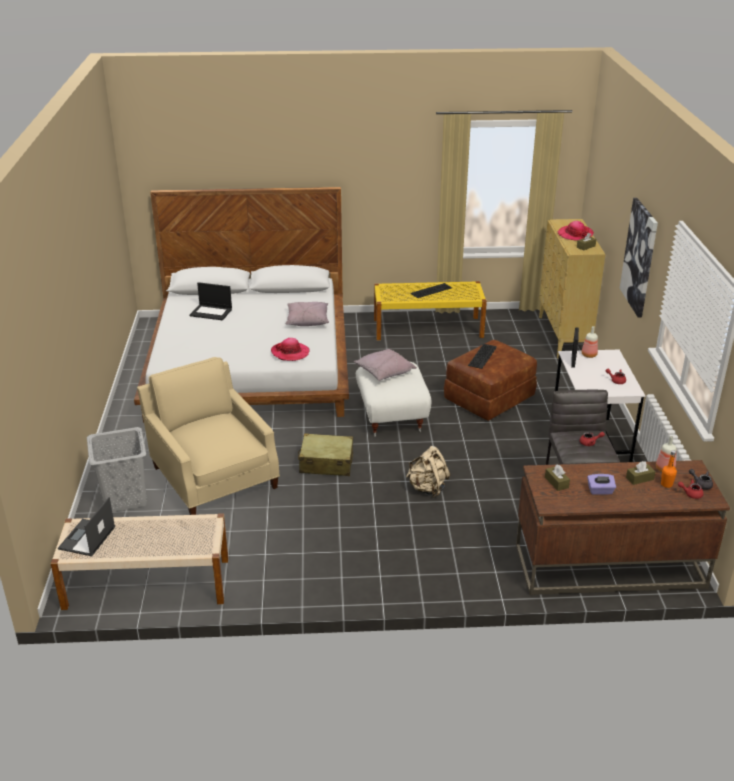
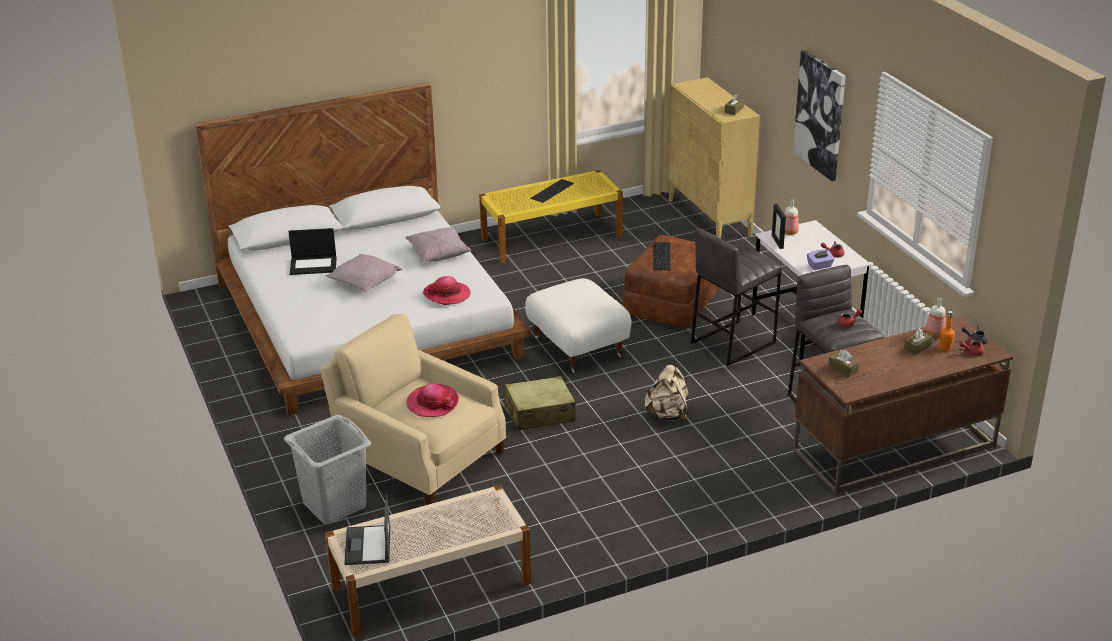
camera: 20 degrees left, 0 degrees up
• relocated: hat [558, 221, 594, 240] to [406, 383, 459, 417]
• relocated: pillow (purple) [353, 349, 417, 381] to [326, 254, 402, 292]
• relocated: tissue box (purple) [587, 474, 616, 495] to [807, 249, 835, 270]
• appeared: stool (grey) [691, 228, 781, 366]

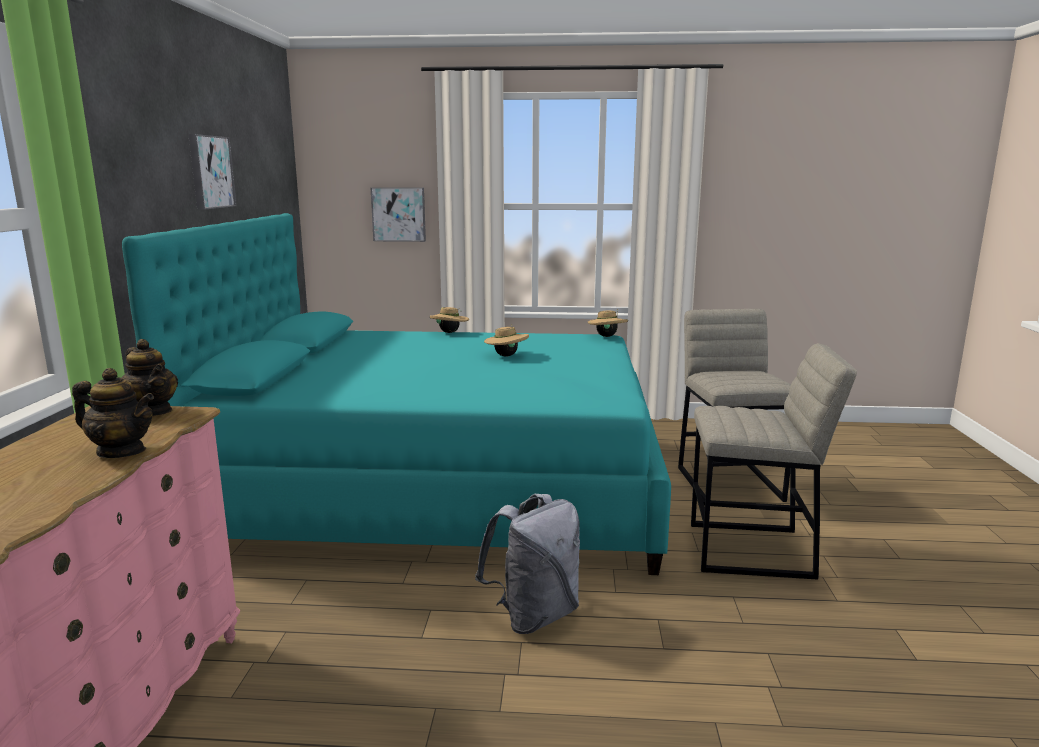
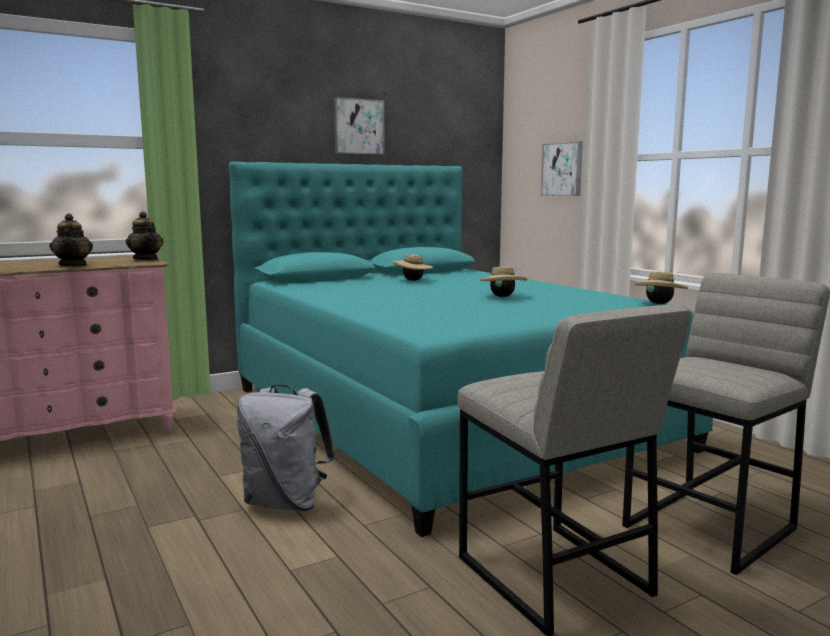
camera: 55 degrees right, 5 degrees down
• relocated: hat (beige) [430, 307, 469, 333] to [393, 254, 433, 281]
• spun: teapot [121, 339, 178, 416] = [126, 211, 163, 260] 45 degrees counterclockwise

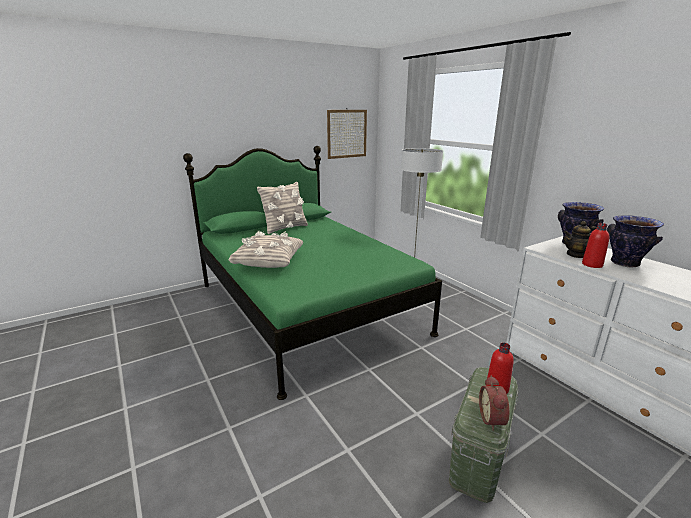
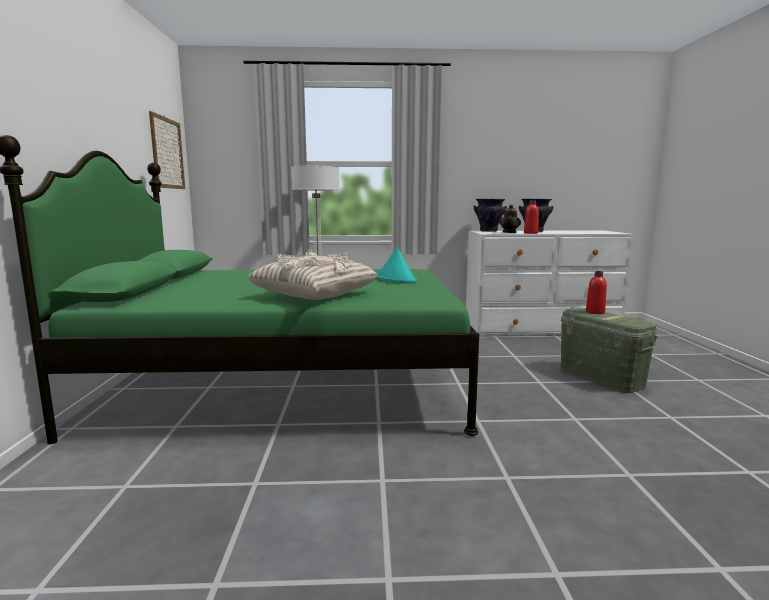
camera: 60 degrees left, 10 degrees down
• missing: pillow (beige) [257, 182, 308, 234]
• missing: alarm clock [479, 376, 509, 431]
• appeared: hat (turquoise) [377, 247, 417, 283]

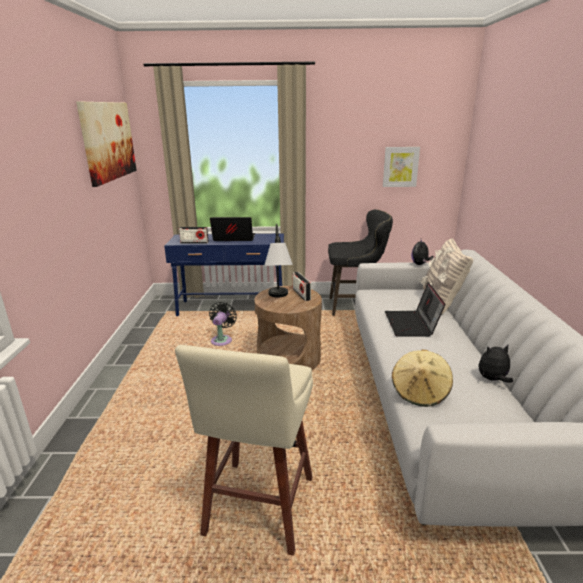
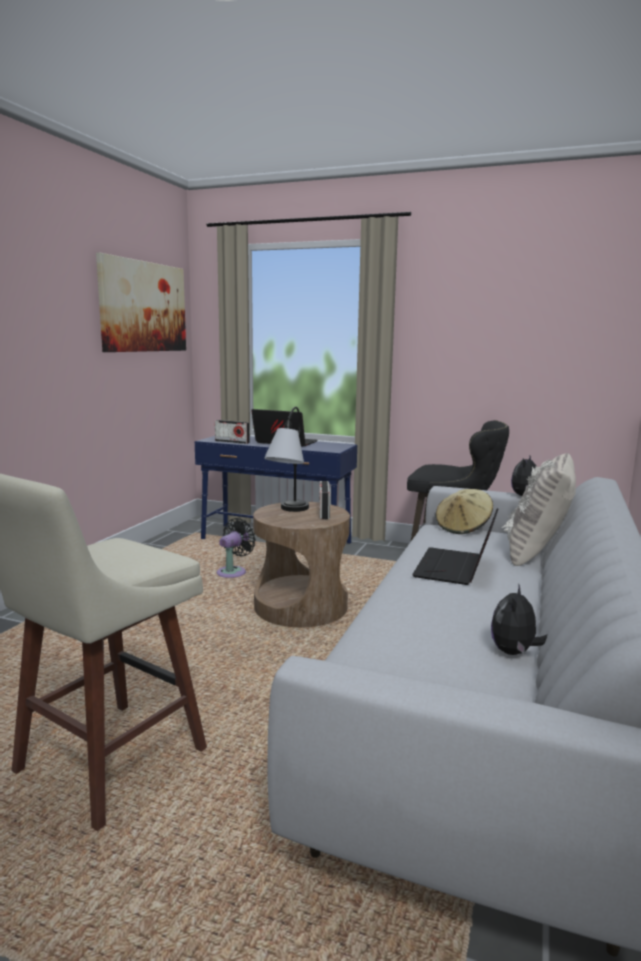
camera: 20 degrees right, 10 degrees down
• missing: picture [383, 147, 420, 187]
• spun: plush toy [479, 345, 513, 383] = [491, 583, 548, 655] 75 degrees counterclockwise
• relocated: hat (beige) [392, 349, 453, 407] to [436, 489, 493, 534]

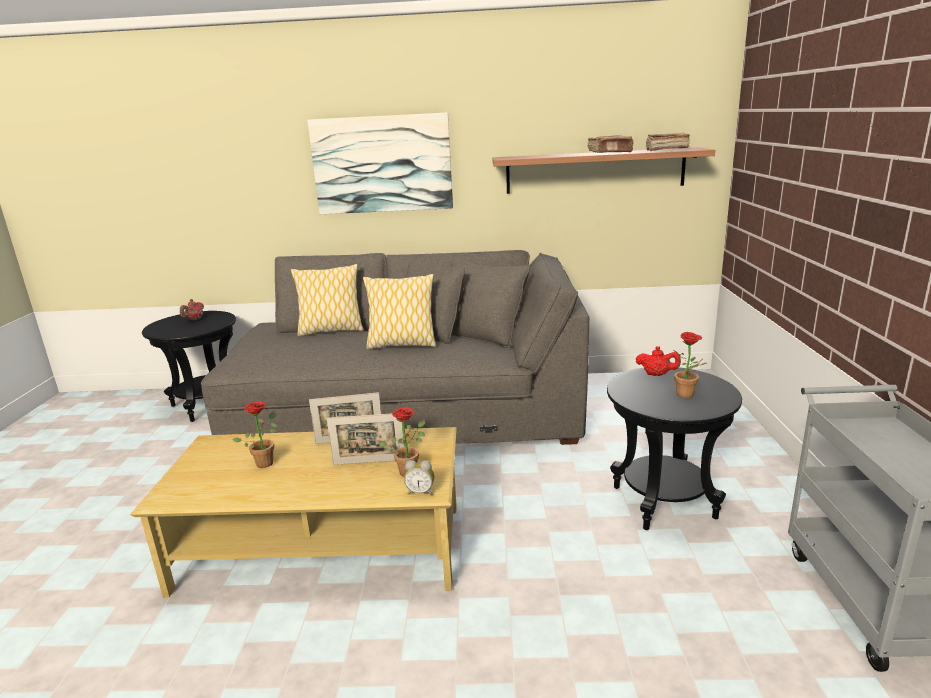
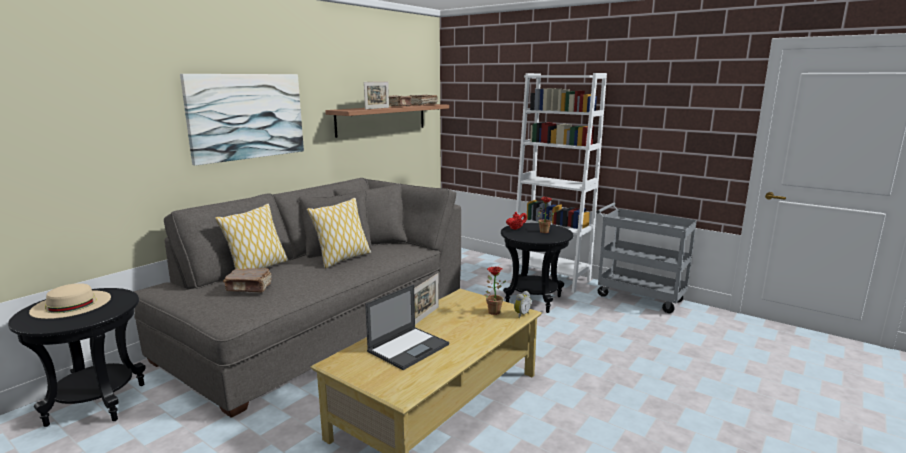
camera: 55 degrees left, 5 degrees down
• exchanged: teapot (red) [180, 299, 204, 320] to hat (beige) [29, 283, 111, 319]
• exchanged: potted plant [232, 402, 278, 468] to laptop [365, 284, 449, 370]
• relocated: picture frame [327, 413, 405, 465] to [364, 81, 389, 109]
• appeared: bookcase (white) [511, 73, 607, 293]
• appeared: book (brown) [223, 268, 271, 292]

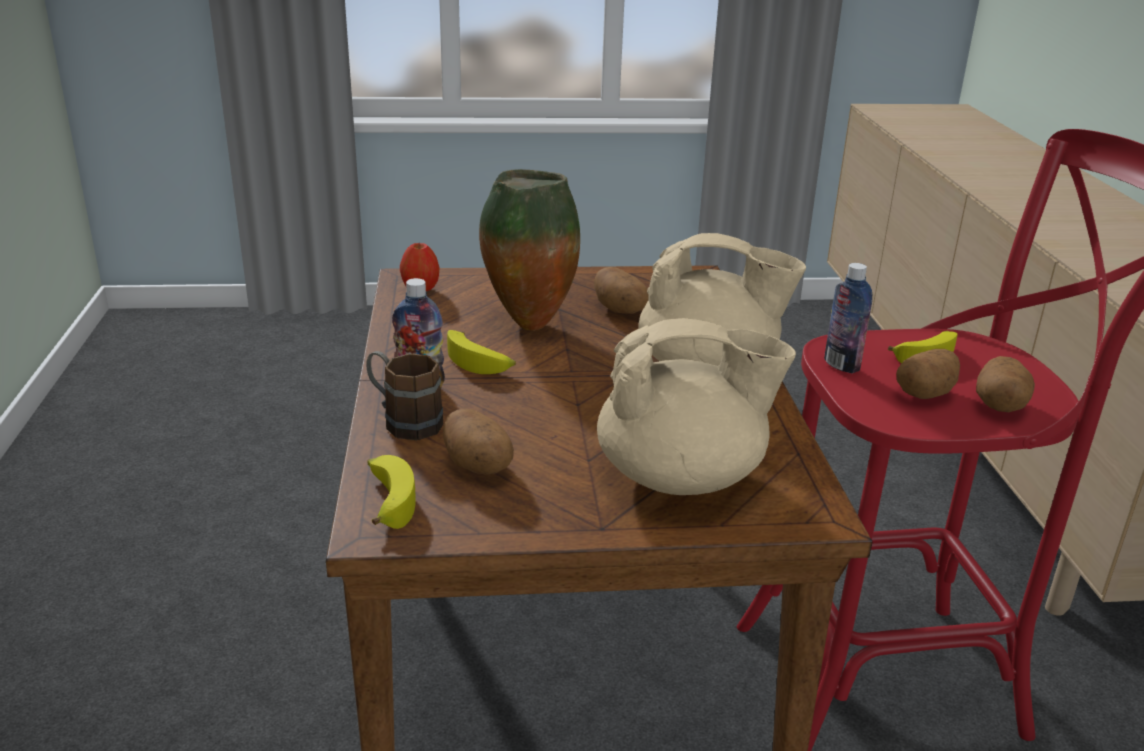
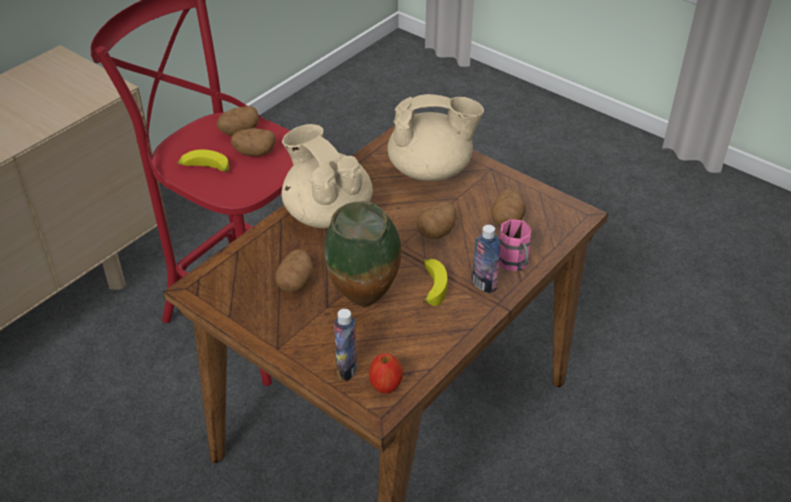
camera: 135 degrees left, 15 degrees up
• relocated: bottle [824, 263, 872, 373] to [334, 309, 357, 381]
• spun: teapot (beige) [597, 318, 796, 495] = [387, 94, 484, 181] 135 degrees clockwise
• colour: mug (brown) [366, 351, 443, 440] to mug (pink) [499, 219, 531, 271]
• missing: banana [367, 455, 416, 529]
• appeared: potato [417, 202, 456, 239]

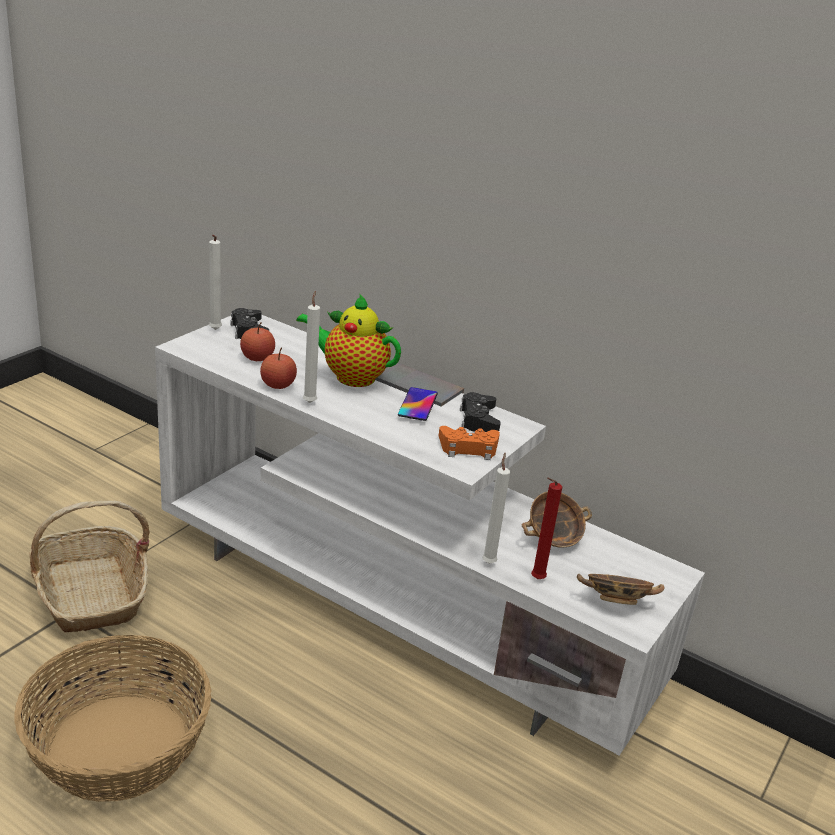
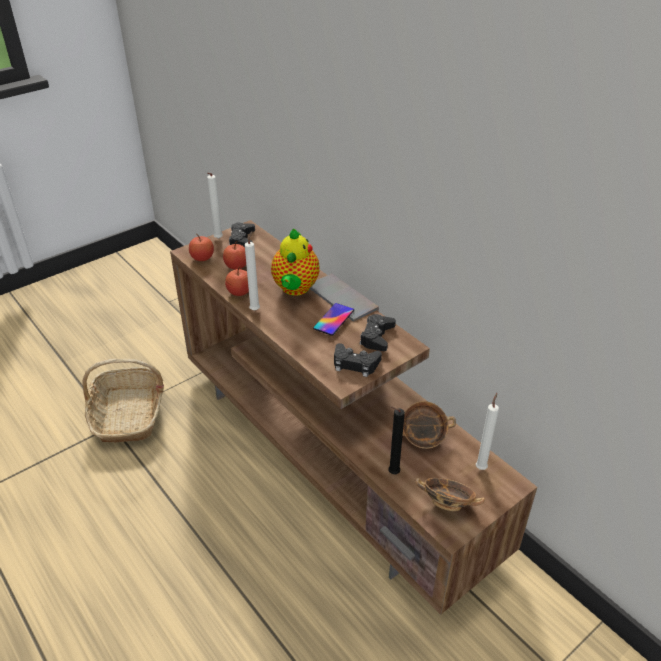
camera: 20 degrees right, 10 degrees up
• spun: teapot [296, 293, 401, 387] = [271, 229, 319, 296] 120 degrees counterclockwise
• colour: tv stand (white) [155, 315, 705, 755] to tv stand (brown) [170, 220, 537, 615]
• colour: game controller (orange) [439, 426, 500, 460] to game controller (black) [334, 343, 382, 377]
• relocated: candle (white) [482, 453, 510, 564] to [476, 393, 499, 470]
• colour: candle (red) [531, 478, 562, 579] to candle (black) [388, 406, 405, 474]
• missing: basket [14, 635, 212, 802]
• appeared: apple [189, 234, 214, 261]

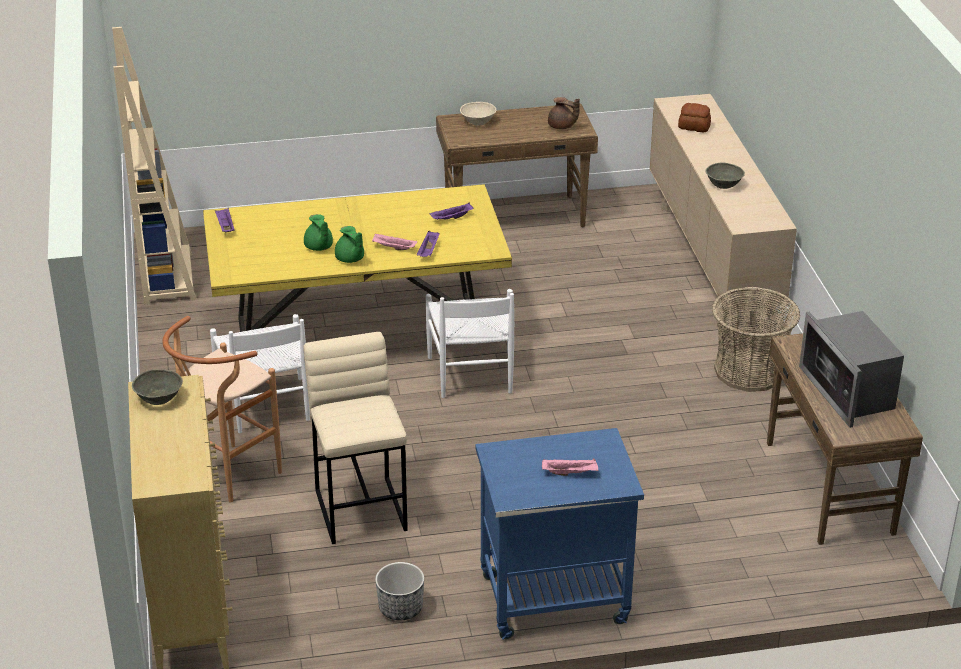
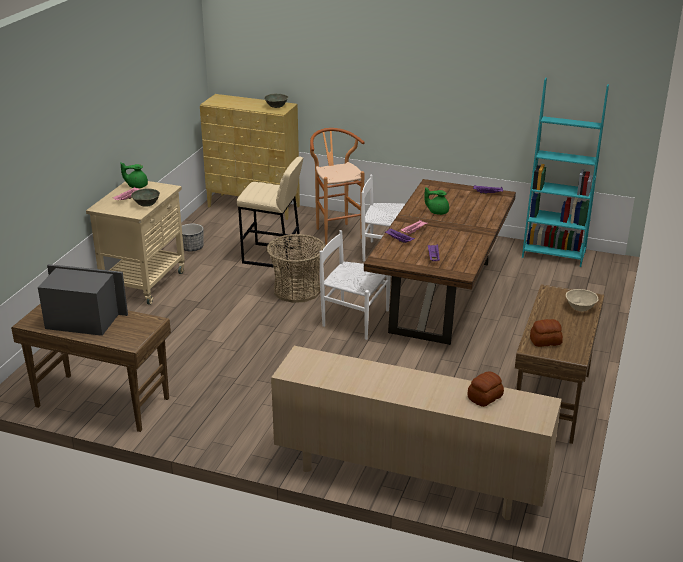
camera: 120 degrees right, 5 degrees down
• colour: bookcase (beige) [112, 27, 196, 305] to bookcase (turquoise) [522, 78, 609, 267]
• exchanged: teapot (brown) [548, 97, 580, 129] to bread [530, 319, 563, 347]
• relocated: bowl (grey) [706, 162, 745, 189] to [131, 188, 160, 206]
• colour: dining table (yellow) [203, 184, 512, 332] to dining table (brown) [364, 179, 516, 345]
• relocated: teapot (green) [335, 226, 364, 263] to [120, 162, 148, 188]
• relocated: basket [712, 287, 800, 392] to [267, 234, 325, 303]
• colour: cart (blue) [476, 428, 644, 640] to cart (beige) [86, 181, 185, 305]

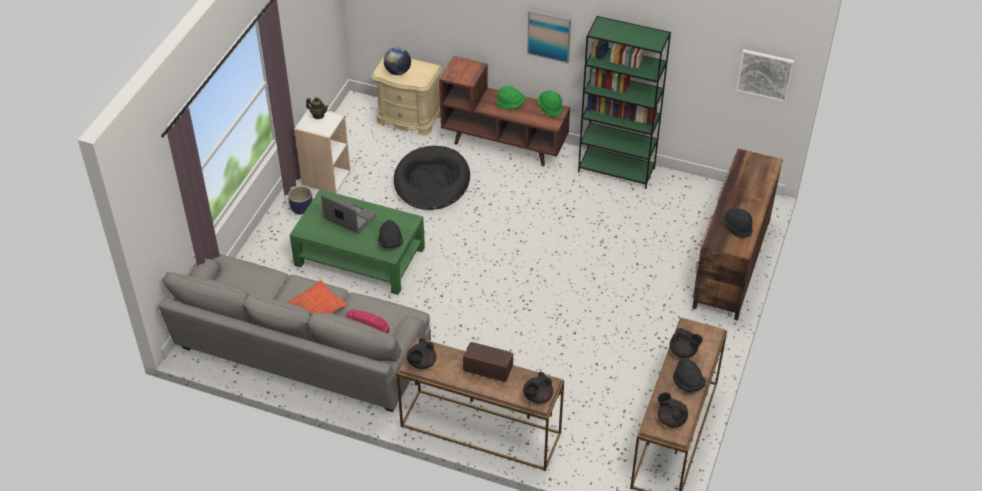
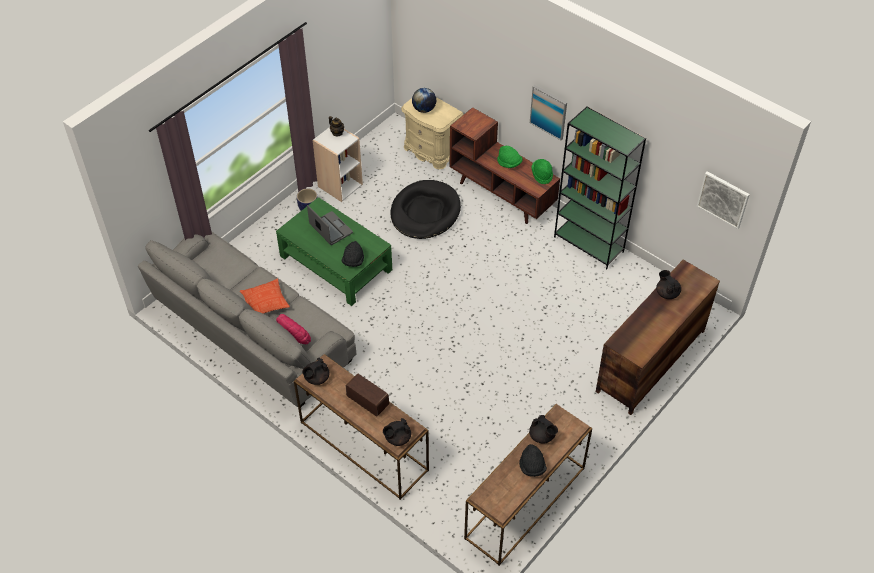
camera: 20 degrees right, 5 degrees up
• missing: hat (black) [723, 208, 753, 238]
• relocated: teapot (black) [658, 392, 688, 427] to [656, 270, 681, 299]

